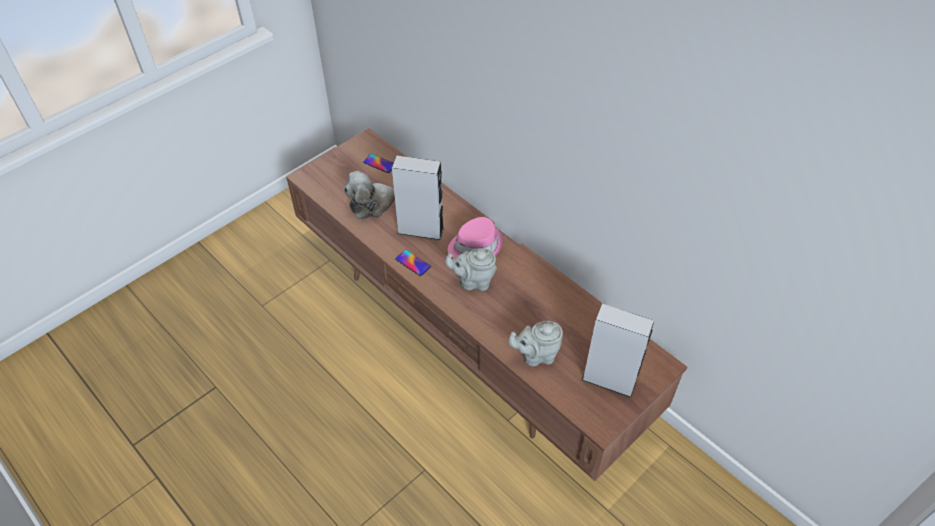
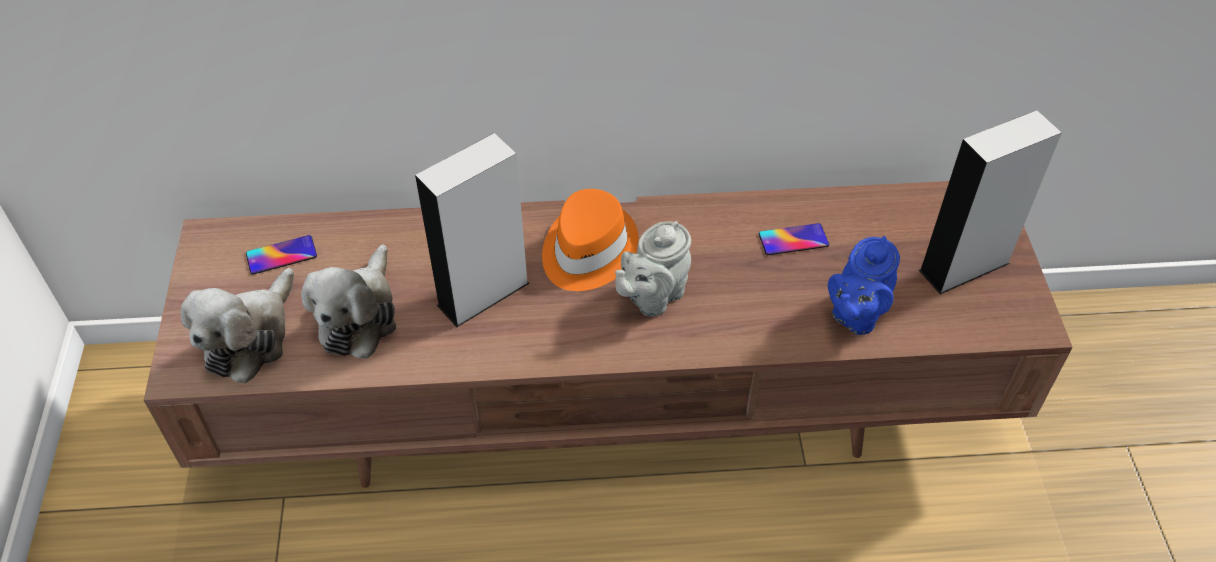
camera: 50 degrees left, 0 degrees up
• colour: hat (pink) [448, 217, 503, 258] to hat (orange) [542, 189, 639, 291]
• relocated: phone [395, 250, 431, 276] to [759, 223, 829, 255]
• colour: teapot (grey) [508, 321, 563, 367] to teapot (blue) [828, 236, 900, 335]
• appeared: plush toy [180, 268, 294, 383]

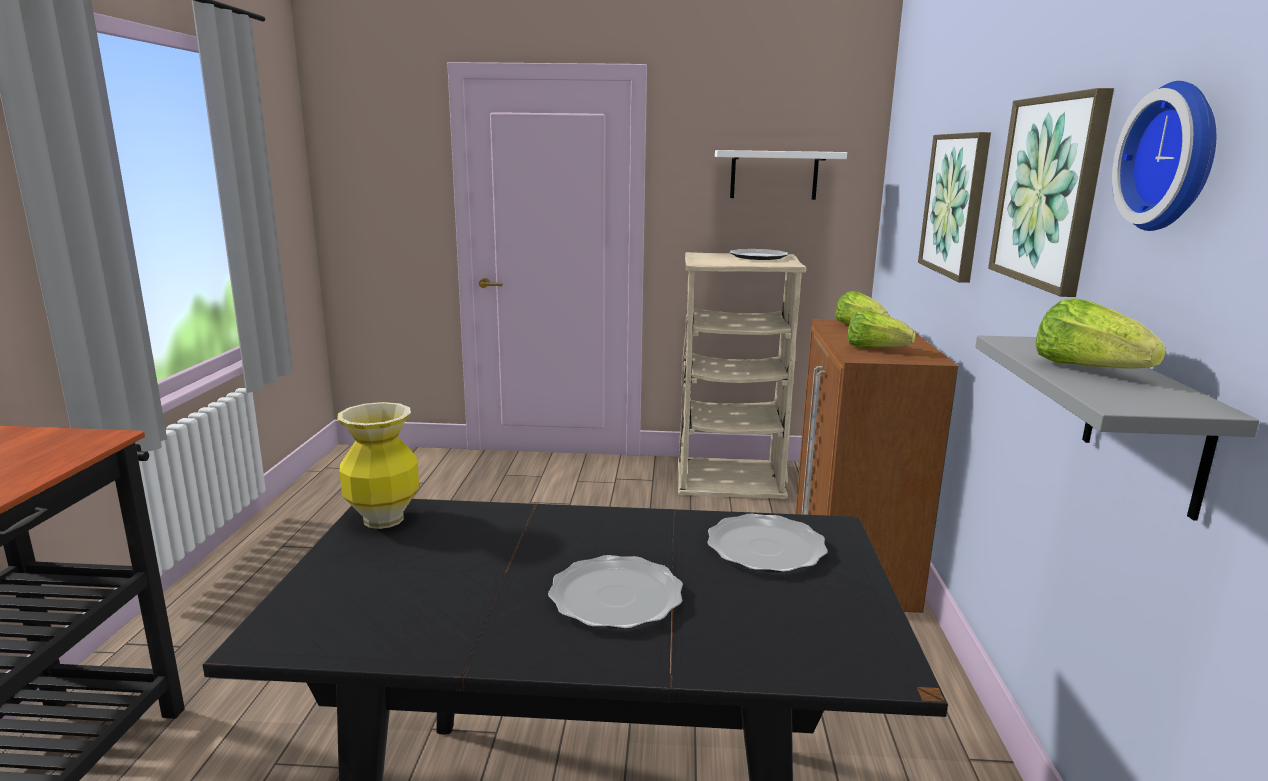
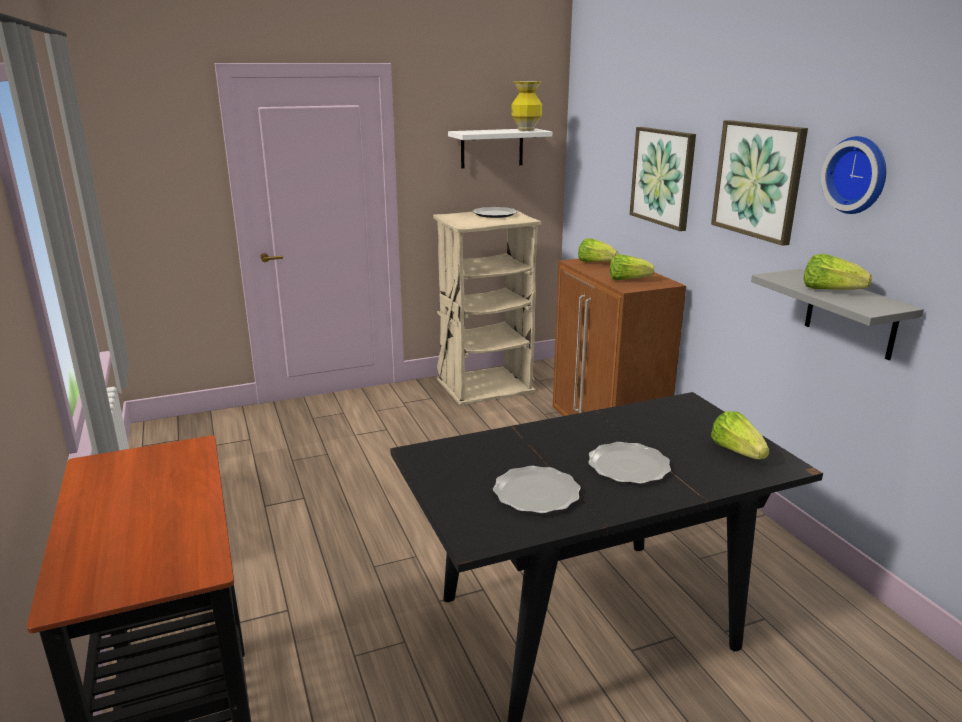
camera: 25 degrees left, 5 degrees up
• relocated: vase [337, 402, 419, 529] to [511, 81, 542, 131]
• relocated: plate [707, 514, 828, 572] to [493, 466, 581, 514]
• appeared: lettuce [711, 411, 769, 460]

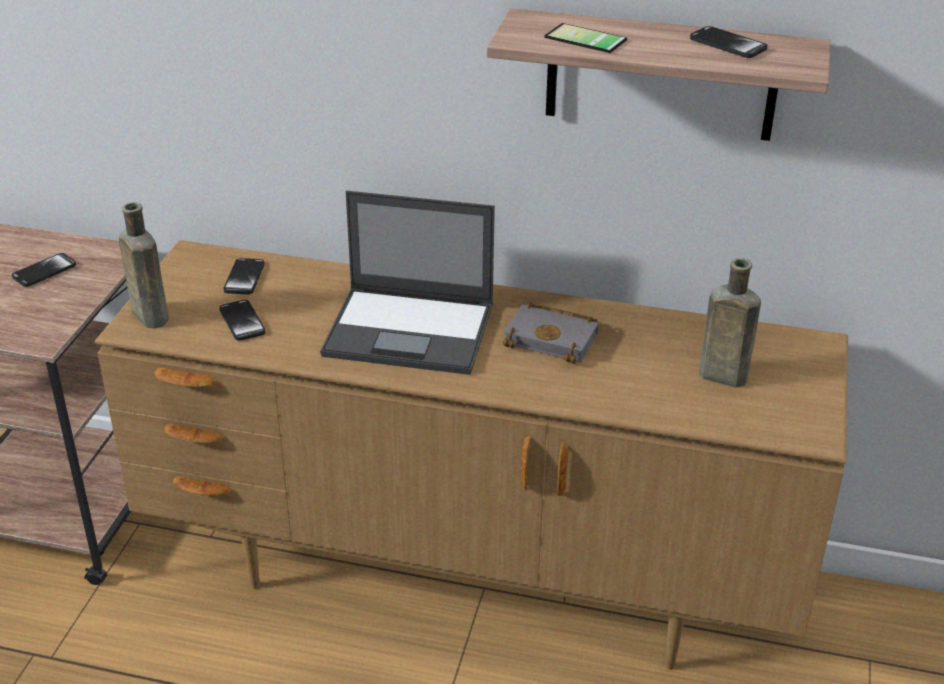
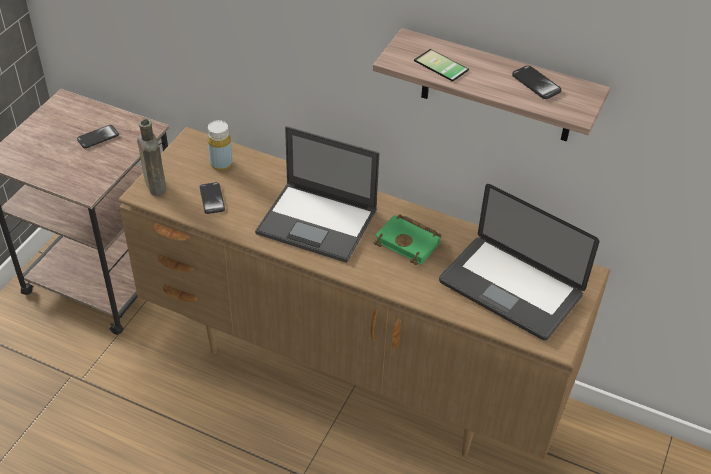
camera: 10 degrees right, 10 degrees up
• exchanged: phone [223, 258, 265, 294] to bottle (yellow) [208, 120, 233, 170]
• exchanged: bottle (brown) [699, 258, 761, 388] to laptop [439, 184, 599, 341]
• colour: book (grey) [503, 302, 599, 364] to book (green) [374, 214, 441, 265]

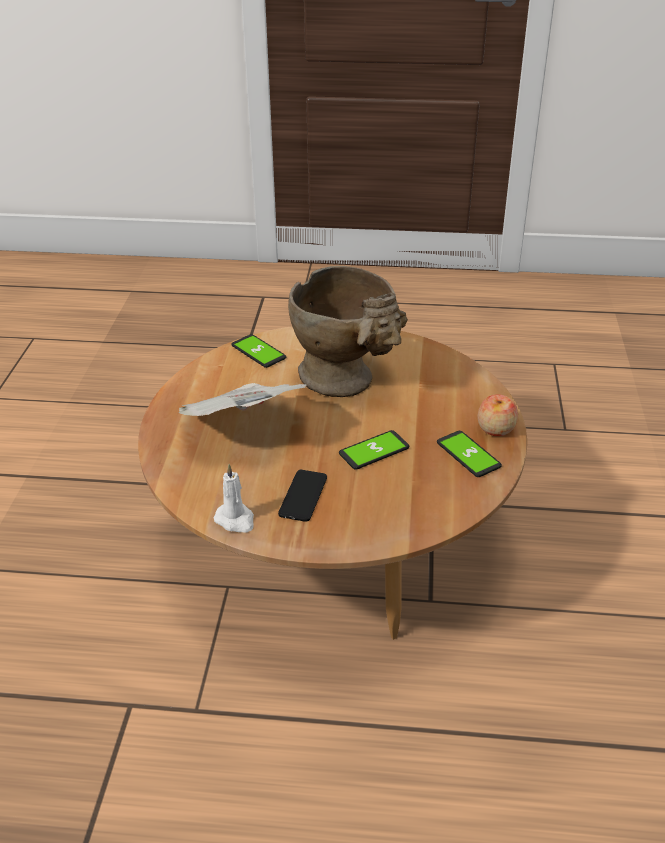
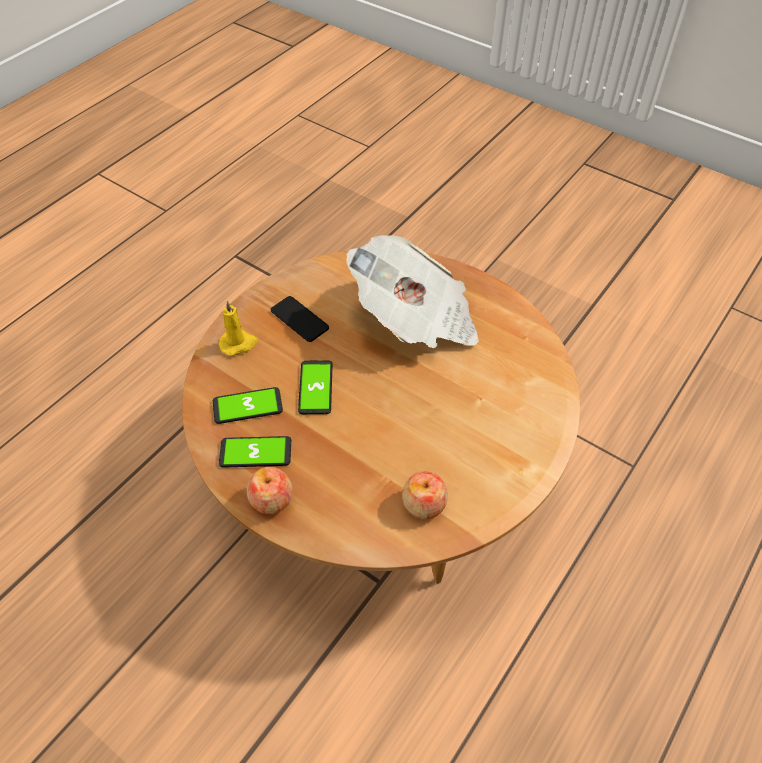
camera: 120 degrees right, 15 degrees up
• missing: vase (beige) [288, 266, 408, 397]
• relocated: phone [232, 334, 286, 368] to [213, 387, 283, 424]
• missing: candle (white) [214, 464, 254, 533]
• appeared: candle (yellow) [218, 300, 258, 356]
• appeared: apple [402, 471, 448, 519]

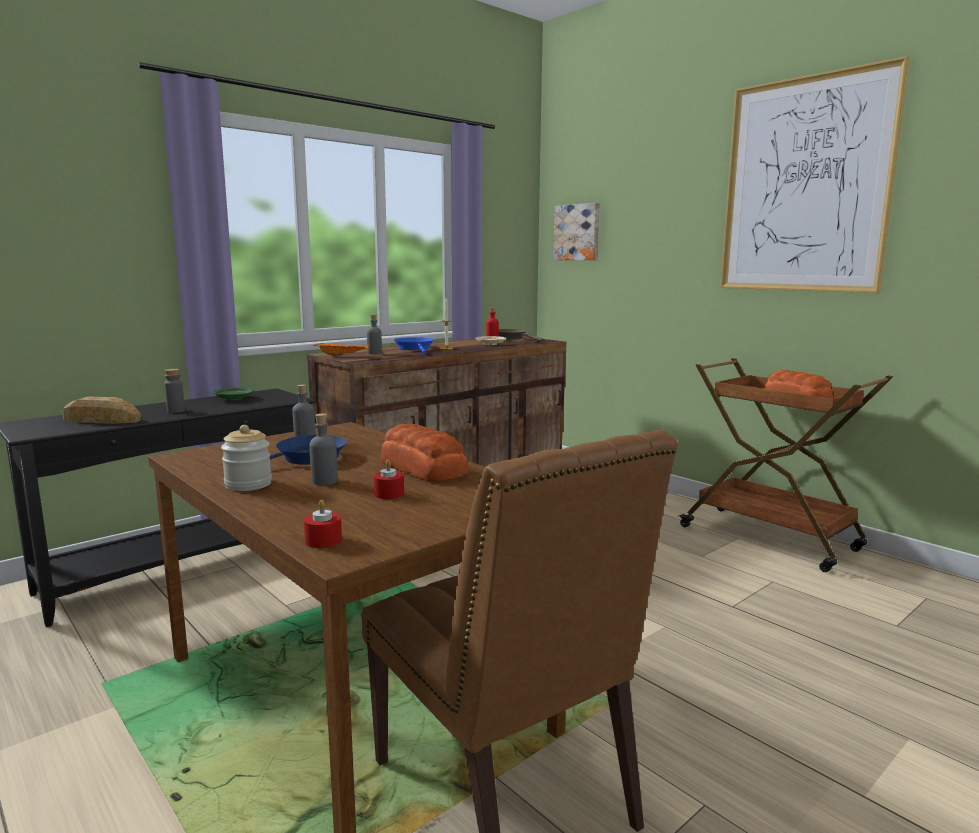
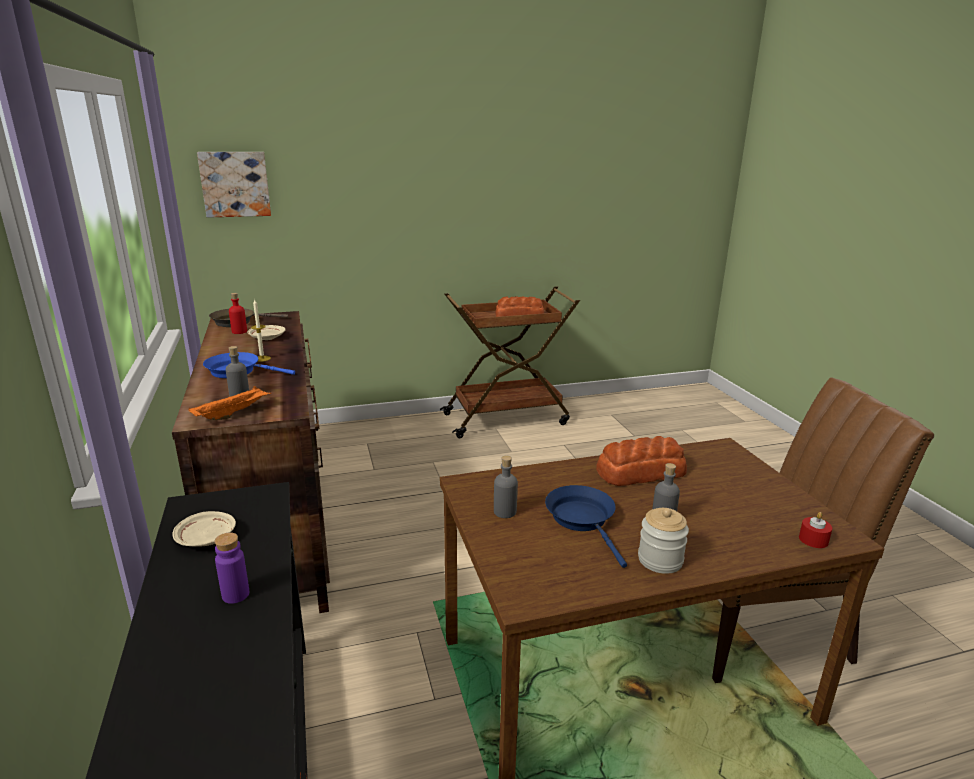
camera: 65 degrees left, 10 degrees up
• missing: picture [720, 56, 910, 293]
• colour: bottle (grey) [164, 369, 185, 413] to bottle (purple) [215, 533, 249, 604]
• colour: plate (green) [213, 388, 254, 401] to plate (beige) [173, 511, 236, 547]
• missing: bread [62, 397, 141, 424]
• missing: candle (red) [373, 459, 404, 499]

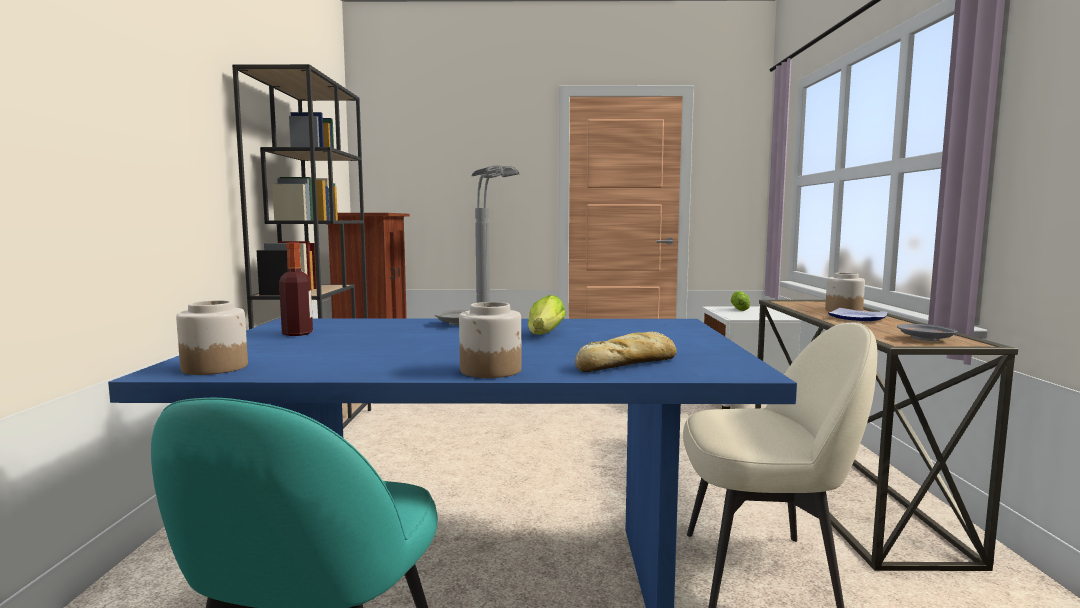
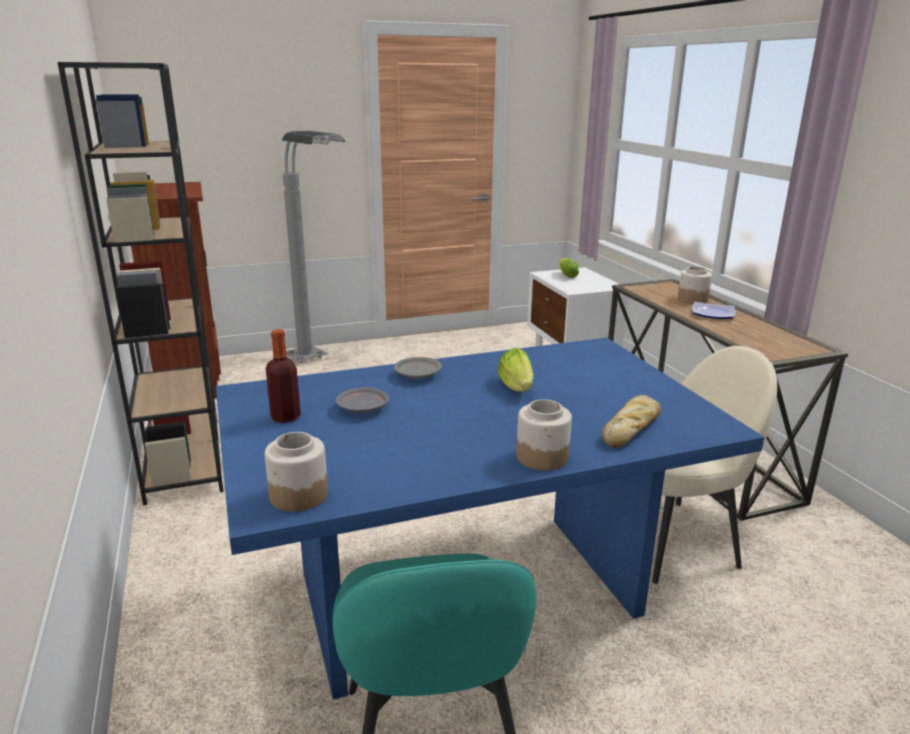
camera: 20 degrees left, 15 degrees up
• relocated: plate (grey) [897, 324, 957, 341] to [336, 387, 389, 413]

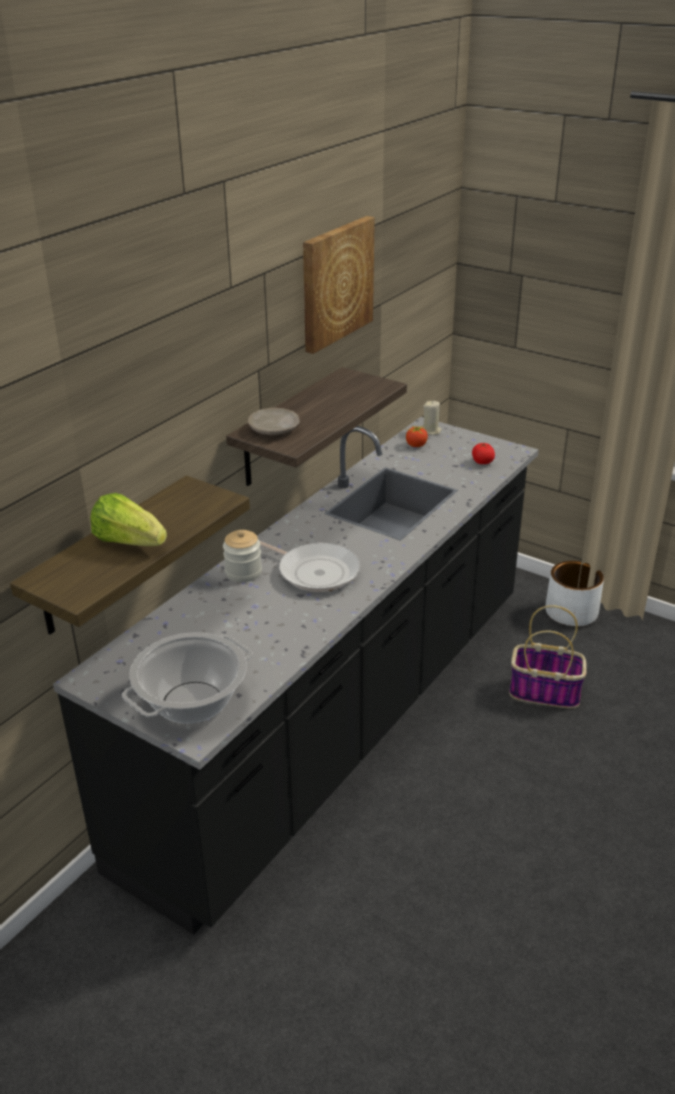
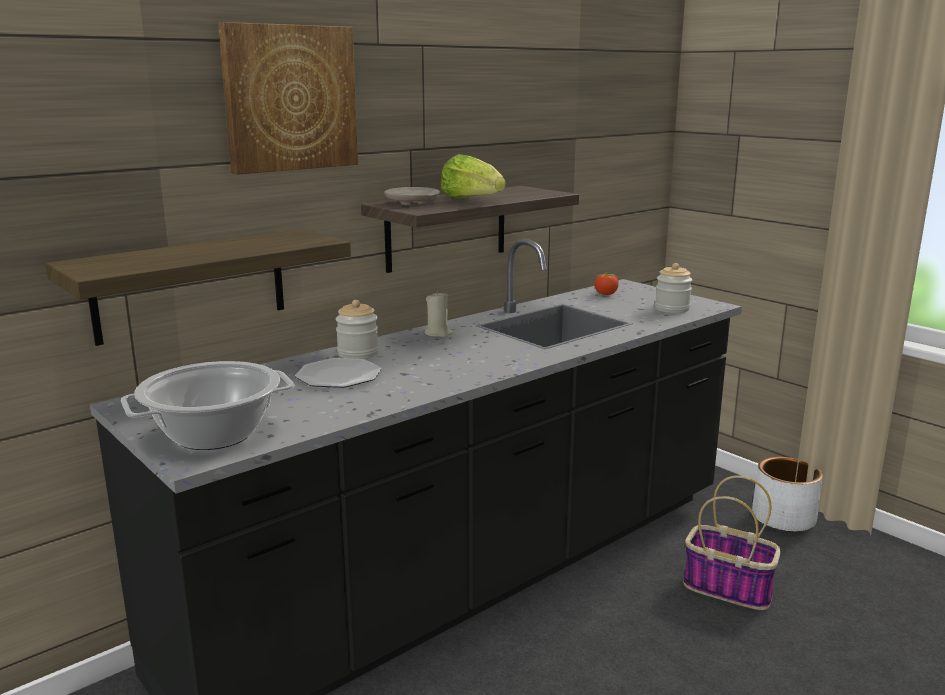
camera: 15 degrees right, 15 degrees down
• relocated: picture [303, 216, 375, 354] to [218, 22, 358, 175]
• relocated: candle (beige) [423, 400, 442, 435] to [424, 291, 453, 337]
• exchanged: tomato [472, 443, 495, 464] to jar [655, 263, 692, 313]
• relocated: lettuce [90, 493, 167, 546] to [441, 154, 505, 199]
• missing: frying pan [260, 541, 360, 592]
• appeared: plate [295, 358, 381, 388]

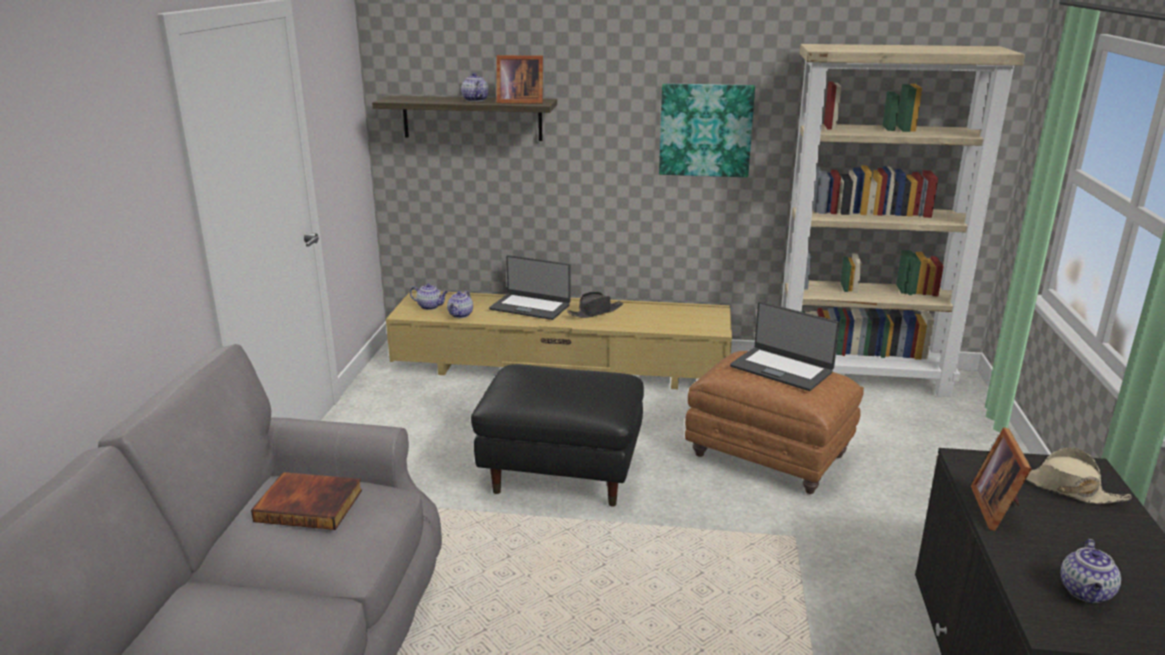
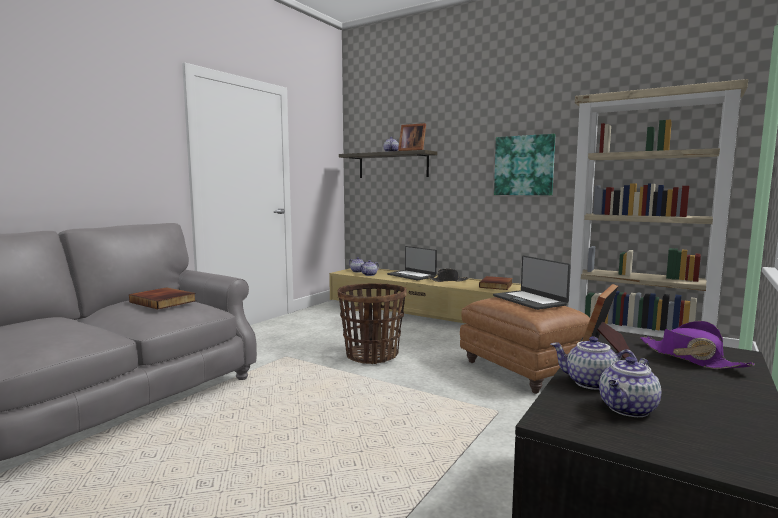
camera: 25 degrees right, 15 degrees down
• exchanged: ottoman (black) [471, 364, 644, 507] to basket [338, 283, 407, 364]
• colour: hat (beige) [1026, 447, 1131, 504] to hat (purple) [640, 321, 755, 369]
• appeared: book [479, 276, 513, 290]
• appeared: teapot [551, 337, 638, 390]

